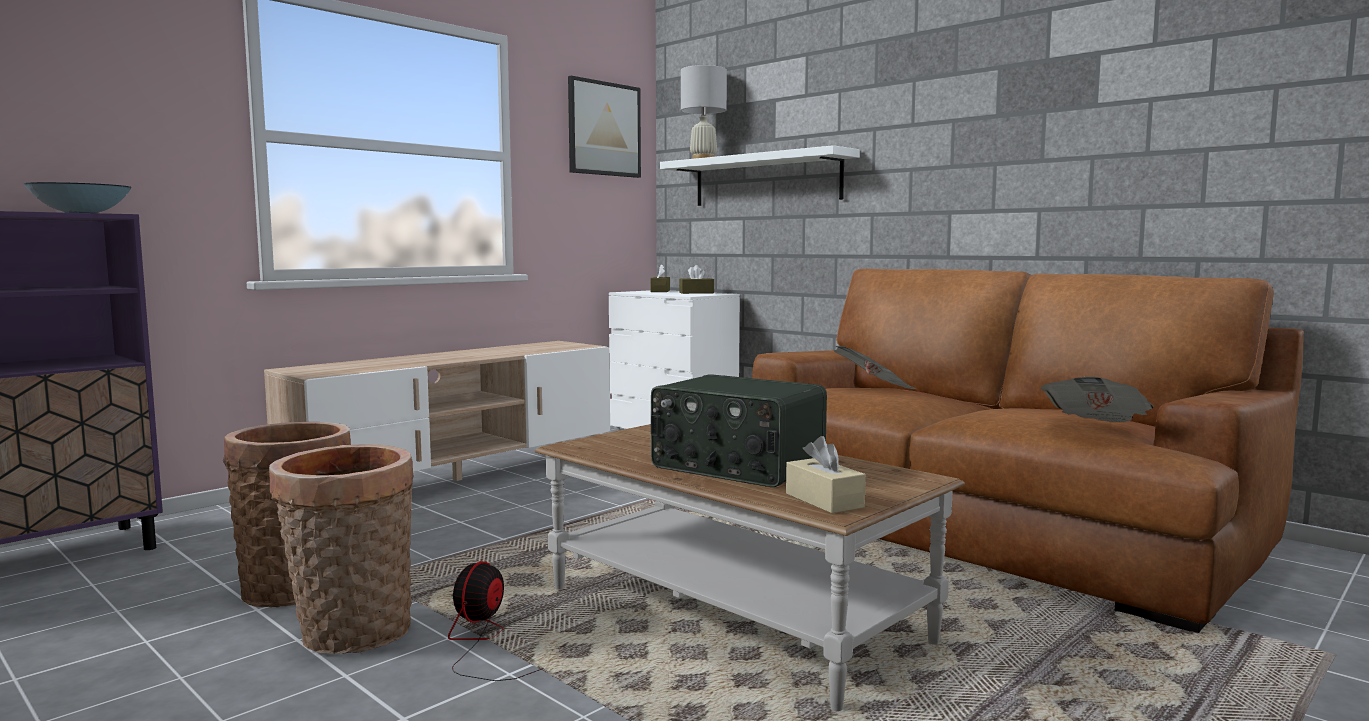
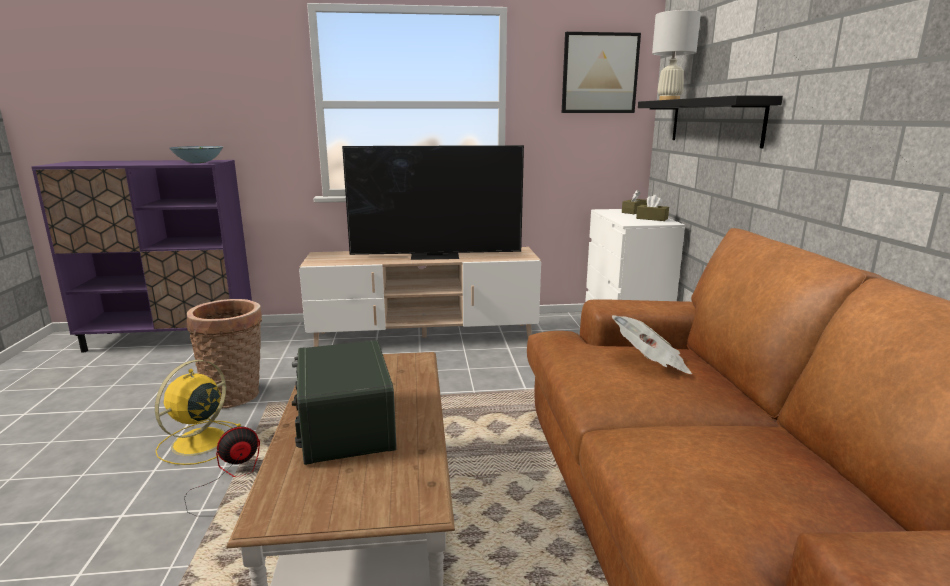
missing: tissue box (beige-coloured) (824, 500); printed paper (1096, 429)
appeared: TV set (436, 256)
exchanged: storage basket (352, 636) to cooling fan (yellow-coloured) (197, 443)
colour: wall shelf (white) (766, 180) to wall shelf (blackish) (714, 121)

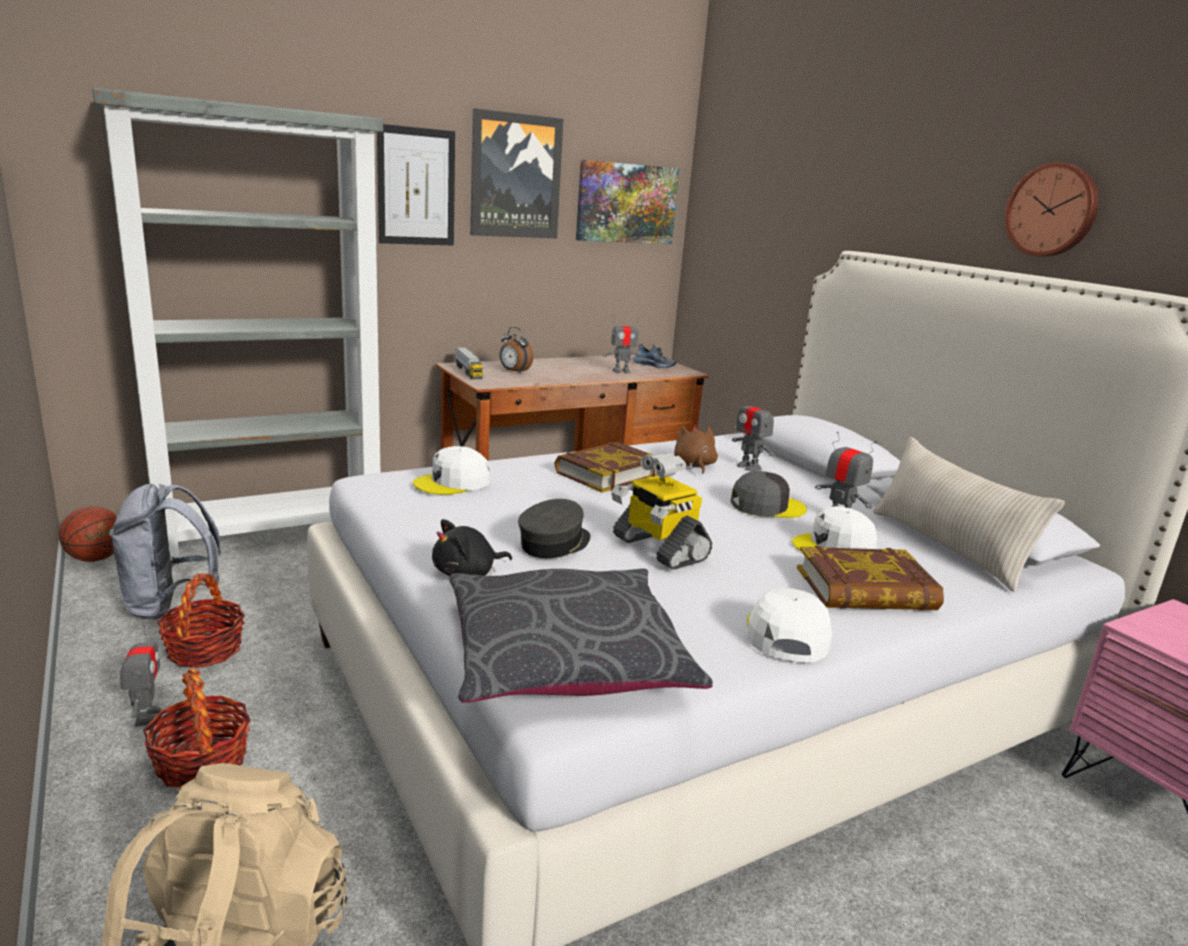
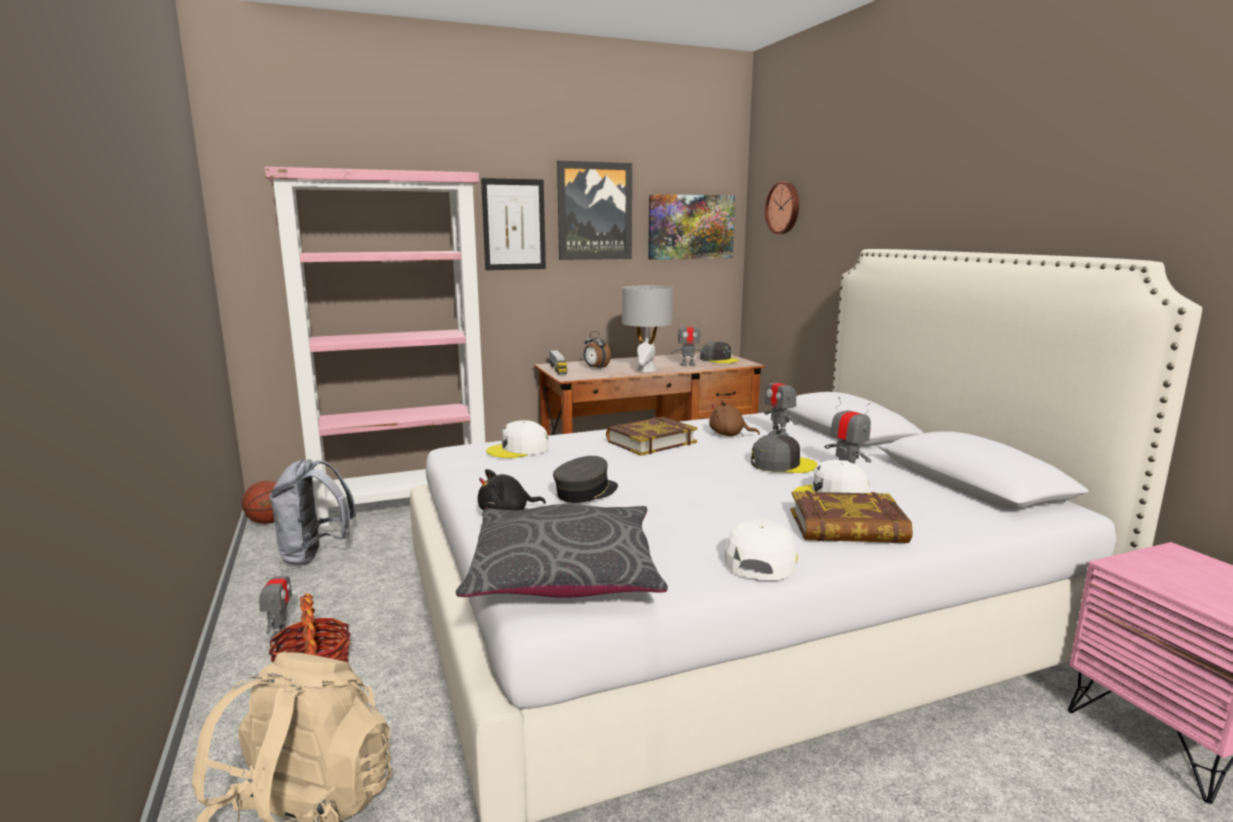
missing: storage basket (204, 650); toy robot (658, 548); pillow (beige-coloured) (947, 547)
appeared: table lamp (gray) (646, 370)
relocated: hanging clock (1053, 210) to (784, 208)
exchanged: item of footwear (654, 365) to peaked cap (gray) (719, 359)
colour: shelving unit (gray) (273, 535) to shelving unit (pink-coloured) (403, 505)
spun: soft toy (brownish) (694, 465) = (729, 435) 75 degrees counterclockwise

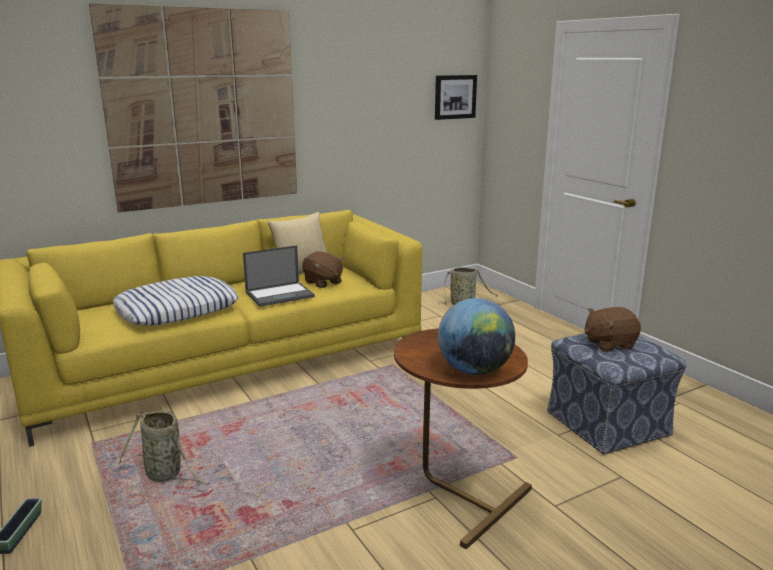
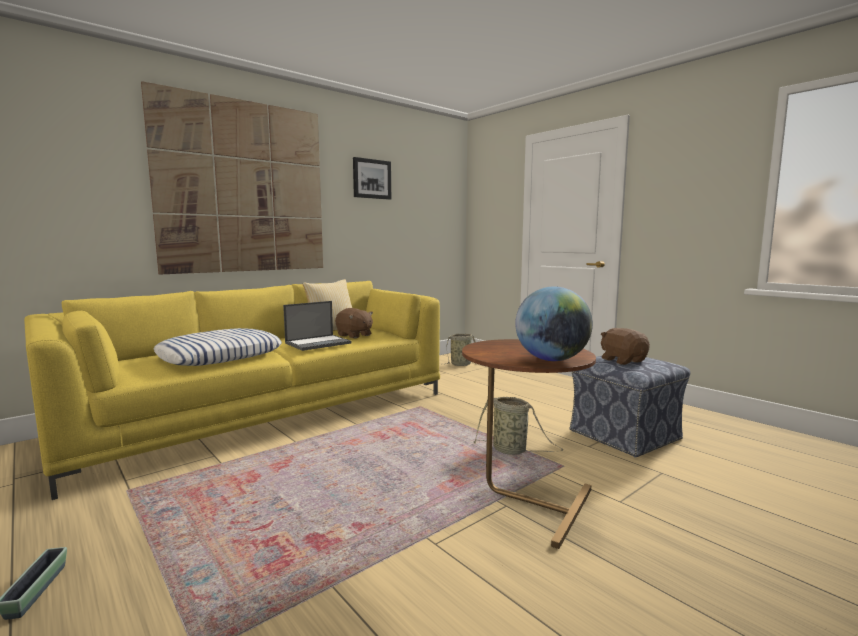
relocated: storage basket (166, 474) to (512, 450); picture (455, 97) to (371, 179)
spun: soft toy (brownish) (609, 344) = (623, 360) 90 degrees clockwise

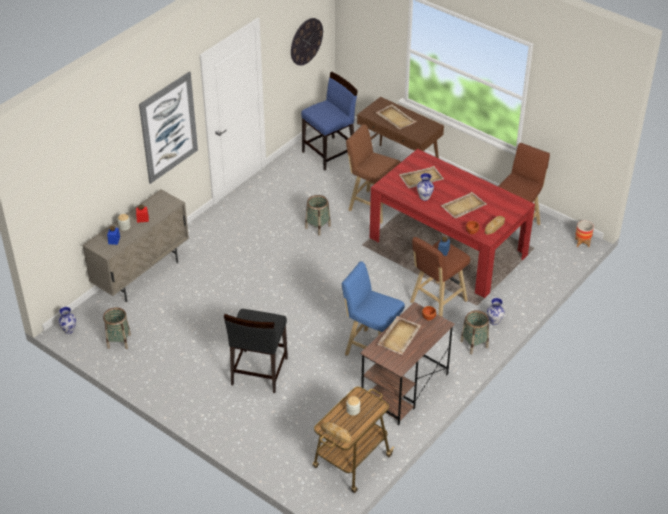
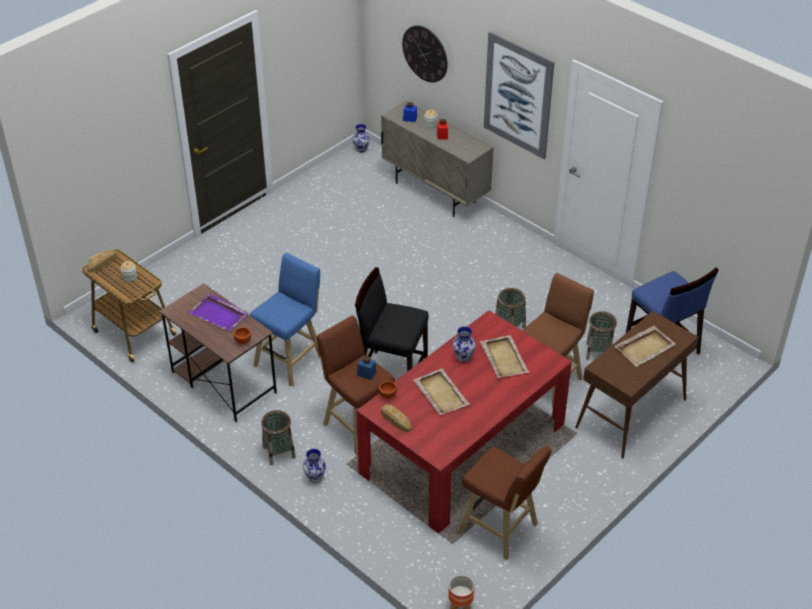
relocated: storage basket (118, 341) to (598, 352); upright chair (blackish) (258, 371) to (392, 374); hanging clock (306, 41) to (425, 53)
colour: serving tray (beige-coloured) (399, 336) to serving tray (purple) (219, 314)

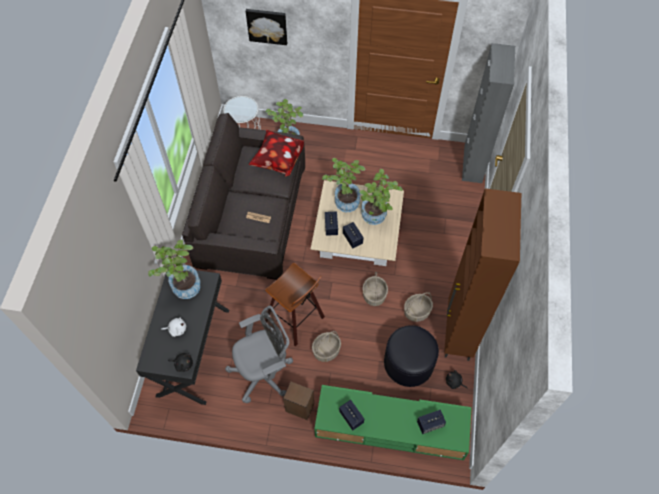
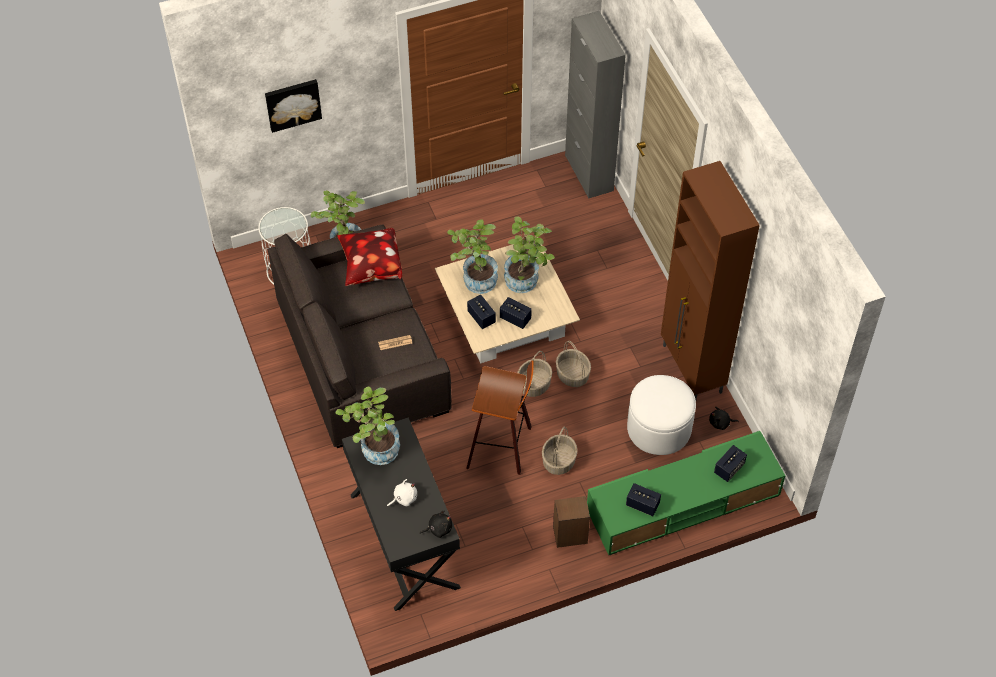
missing: office chair (gray) (264, 373)
relocated: storage basket (416, 312) to (534, 385)
colour: ottoman (blackish) (408, 363) to ottoman (white) (659, 428)

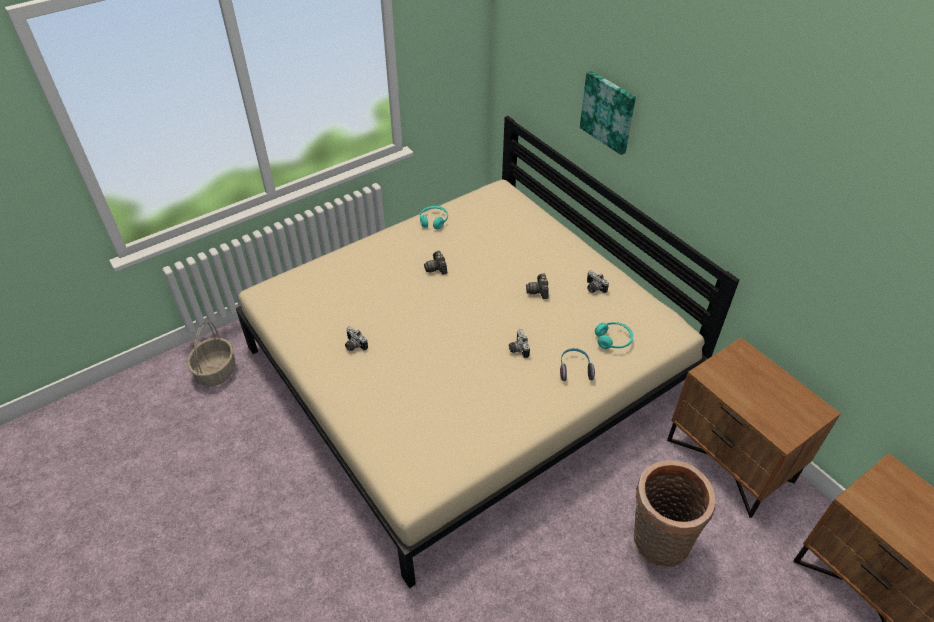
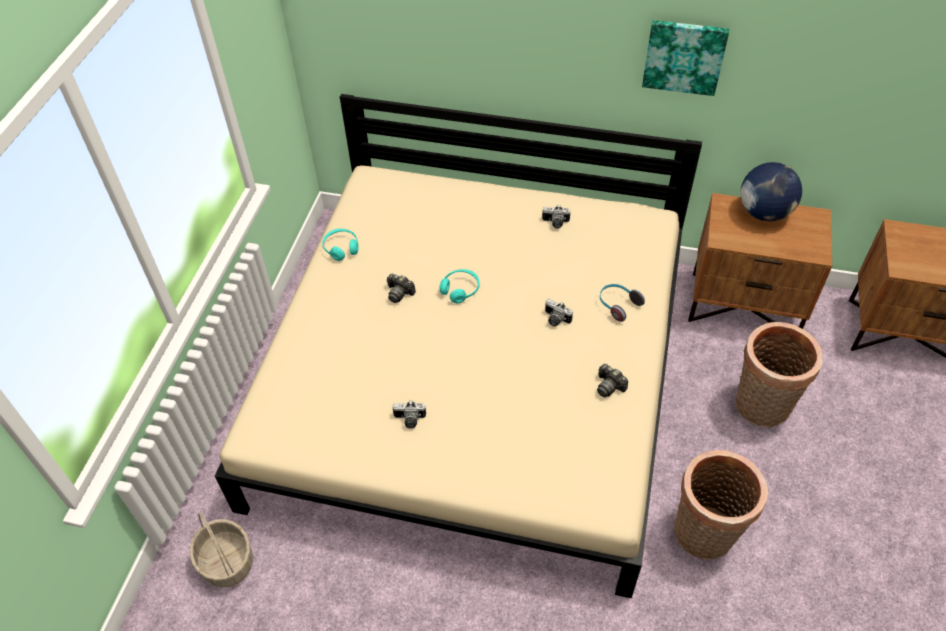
appeared: storage basket (704, 536); world globe (764, 212)
relocated: photo camera (538, 291) to (609, 386); picture (608, 111) to (684, 56); headphones (turquoise-coloured) (613, 340) to (460, 289)

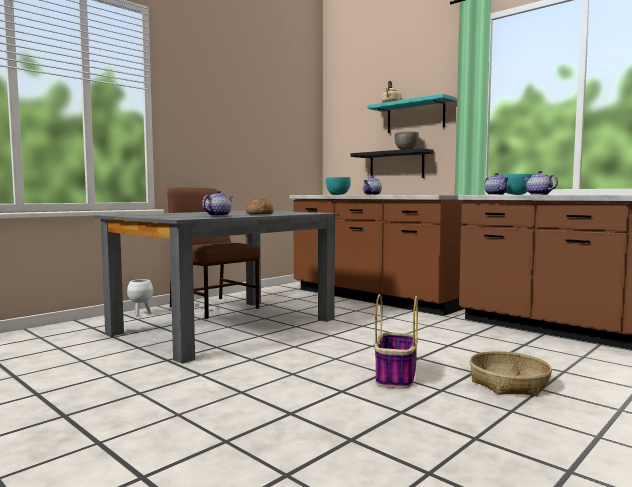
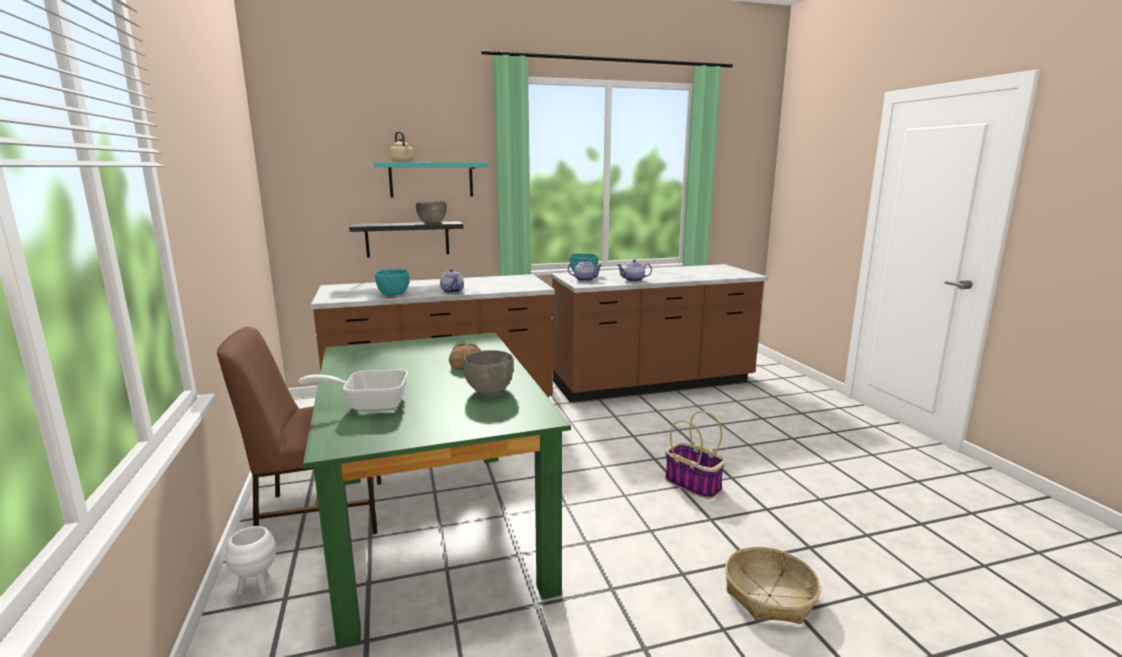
appeared: frying pan (369, 404)
relocated: storage basket (509, 383) to (769, 595)
exchanged: tea pot (218, 215) to serving bowl (gray) (489, 390)
colour: dining table (gray) (226, 325) to dining table (greenish) (434, 526)

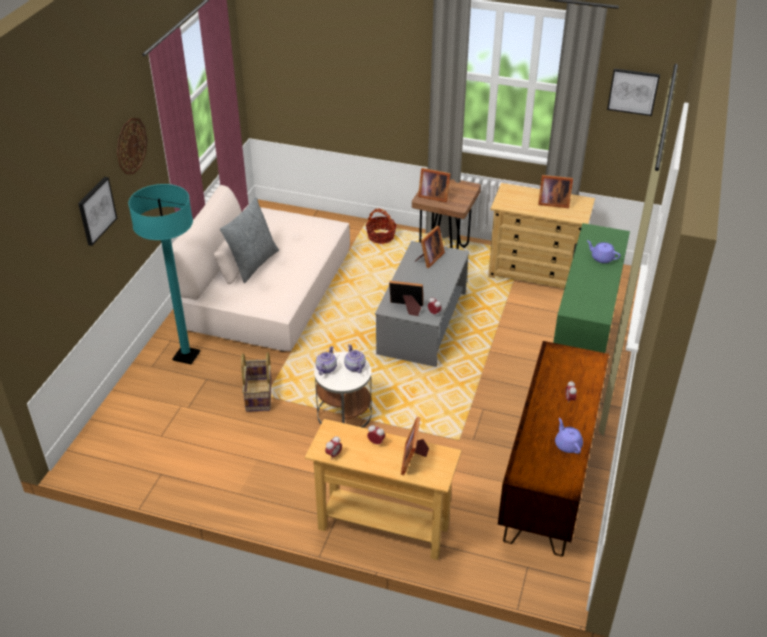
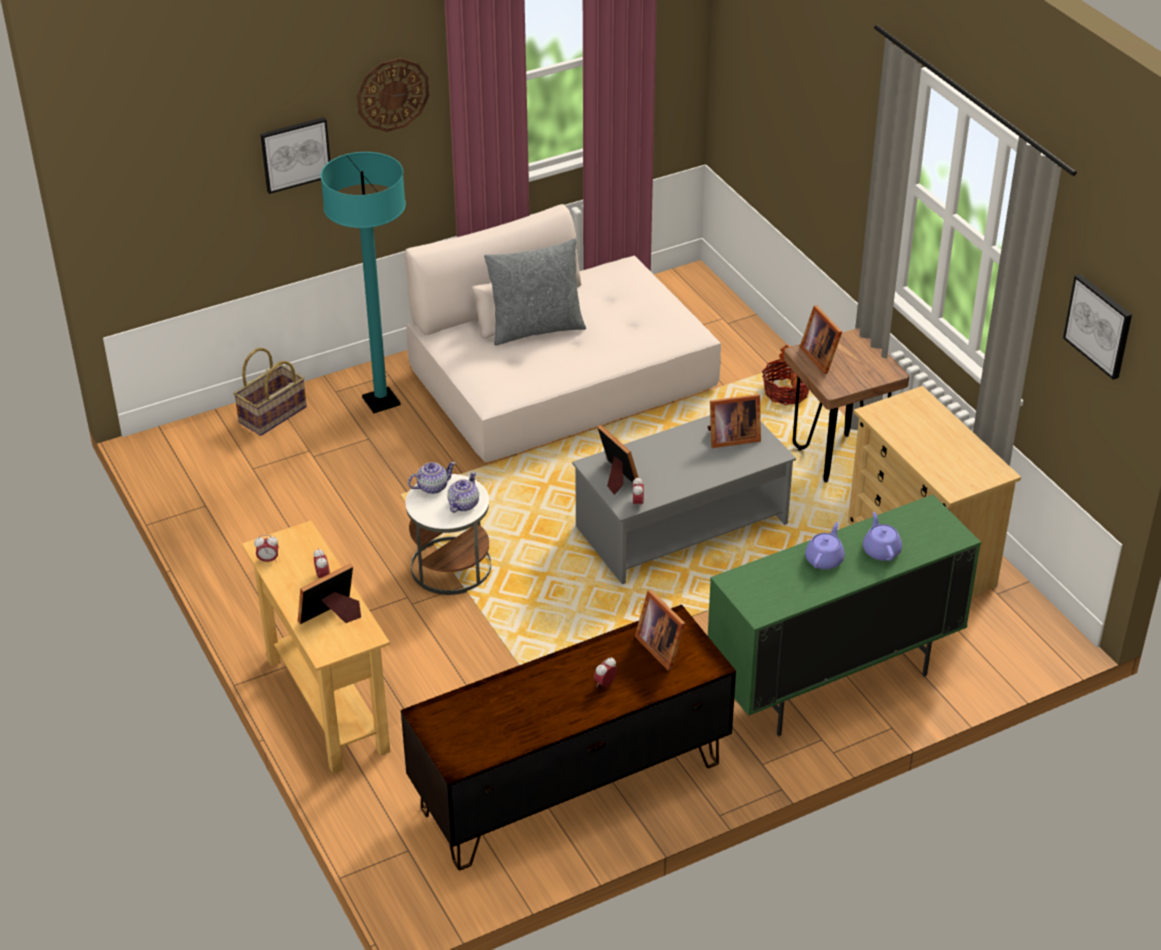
relocated: storage basket (259, 395) to (273, 415); picture frame (552, 202) to (661, 647); tea pot (purple) (567, 445) to (824, 559)

